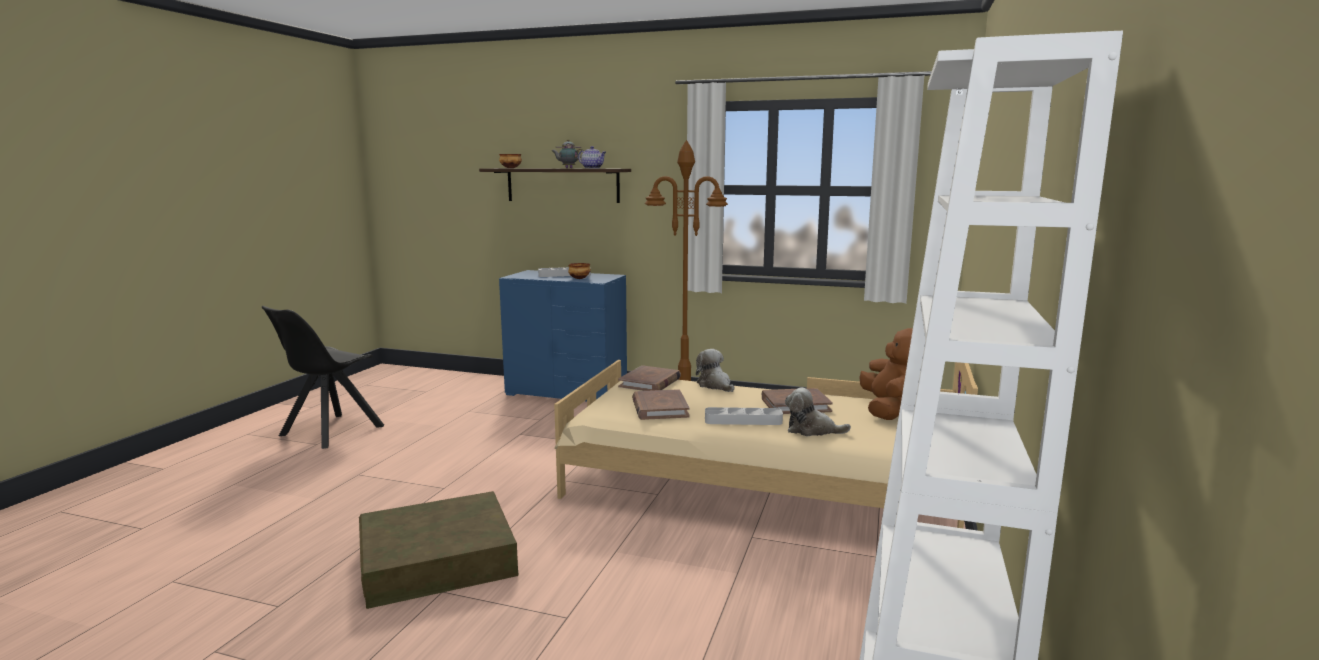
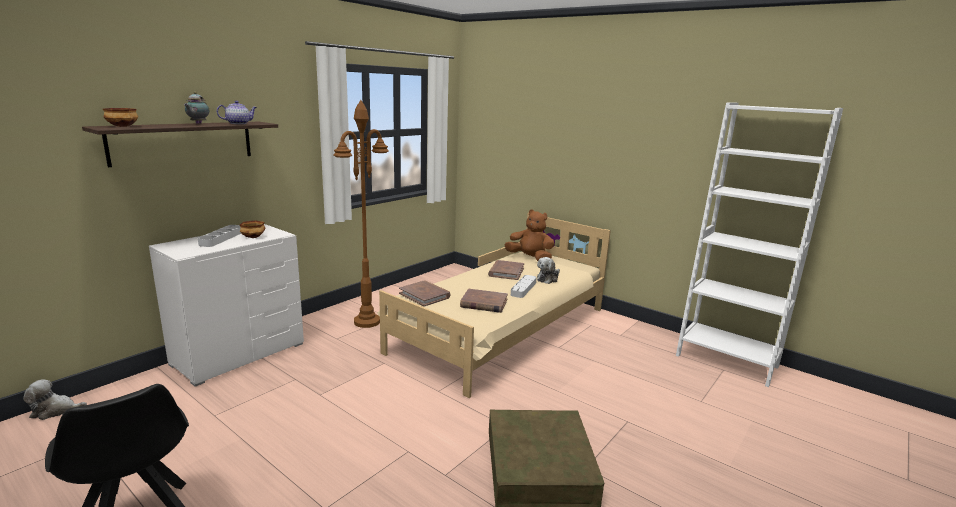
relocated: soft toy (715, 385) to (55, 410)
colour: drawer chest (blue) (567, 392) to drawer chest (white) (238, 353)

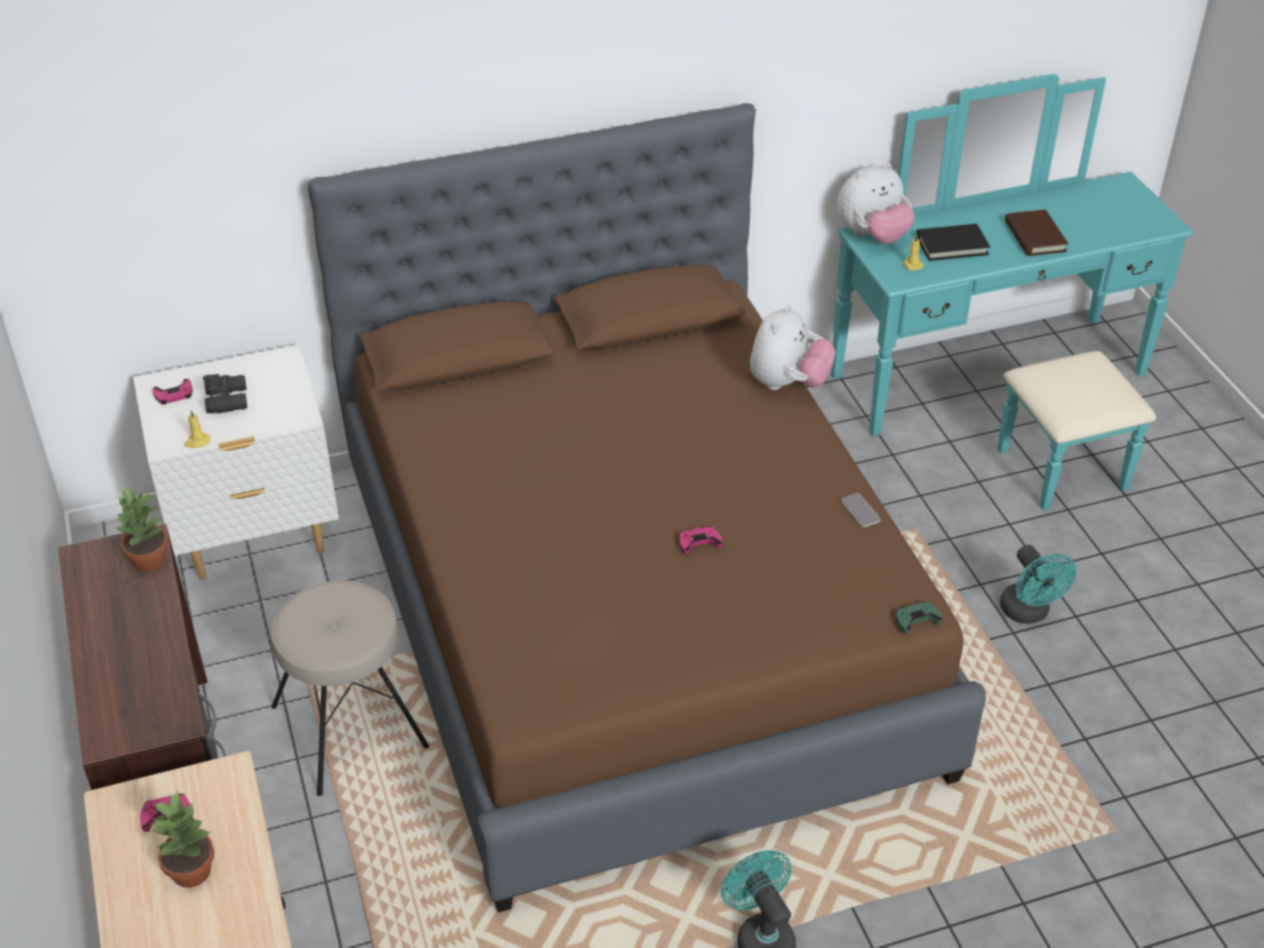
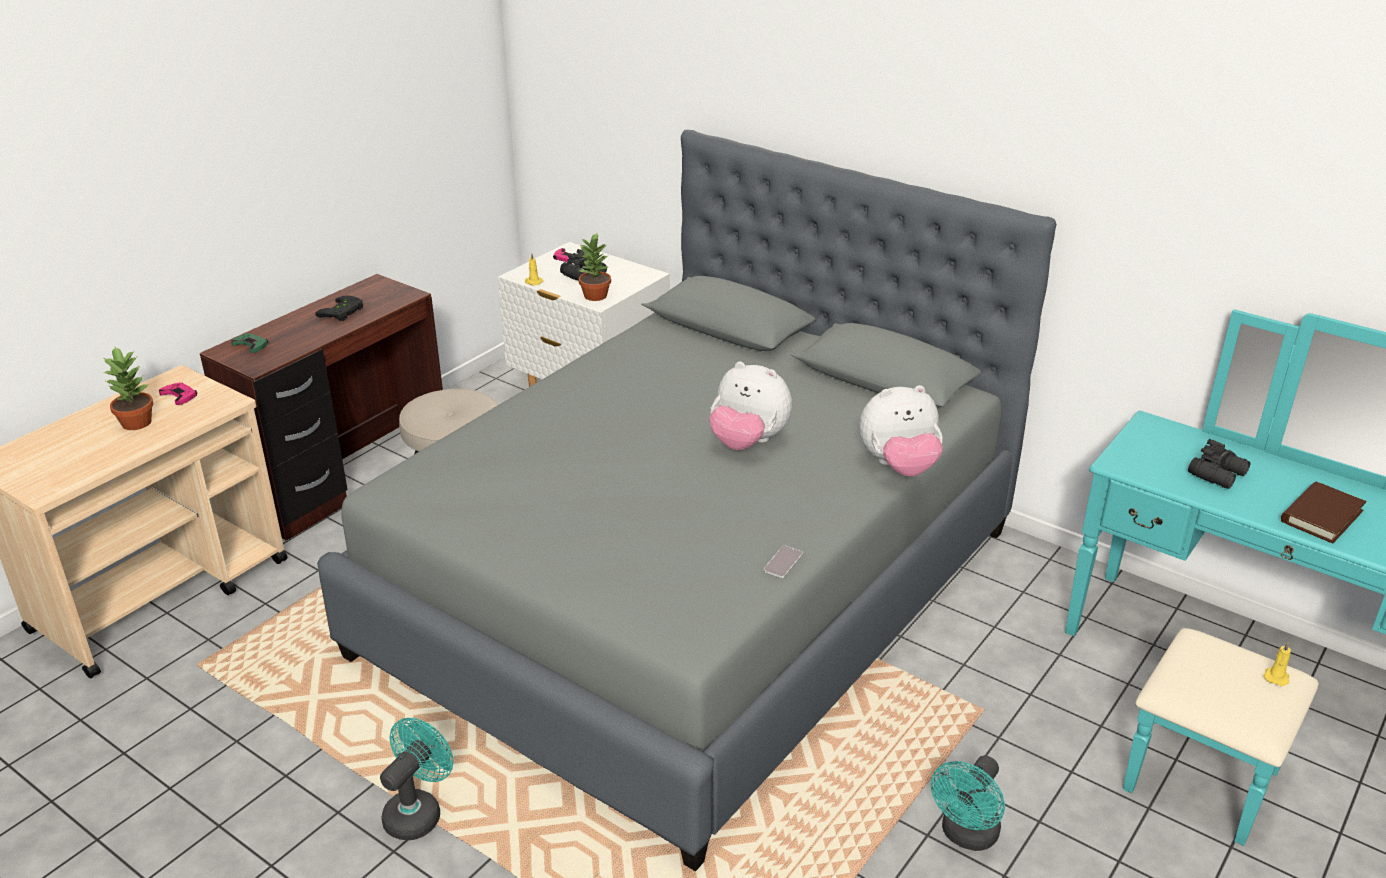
missing: gamepad (pink-coloured) (699, 542)
appeared: gamepad (blackish) (343, 312)
relocated: houseplant (149, 560) to (595, 296); soft toy (872, 236) to (748, 442); gamepad (greenish) (916, 619) to (251, 345); candle (yellow-coloured) (912, 265) to (1276, 677)
exchanged: book (blackish) (952, 245) to binoculars (blackish) (1219, 474)
colour: sleeping bed (brownish) (632, 614) to sleeping bed (gray) (694, 591)

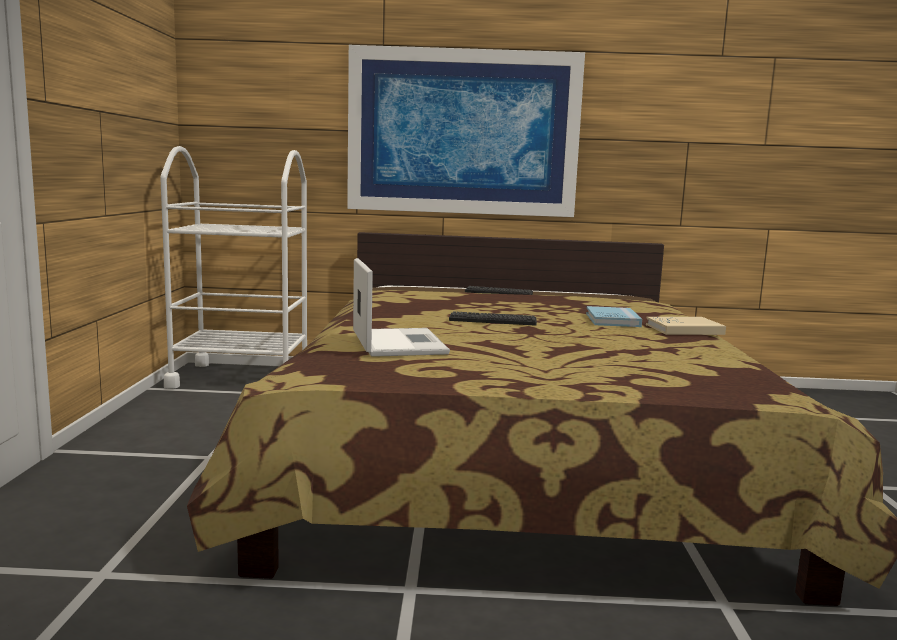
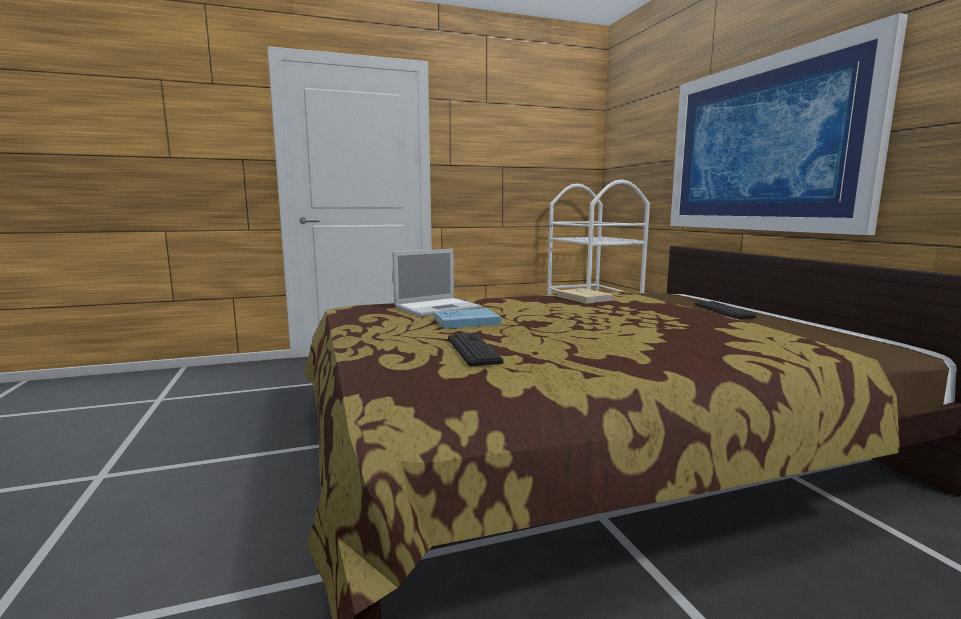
relocated: PC keyboard (492, 320) to (473, 350); book (blue) (612, 320) to (466, 322); book (beige-coloured) (684, 329) to (584, 298)

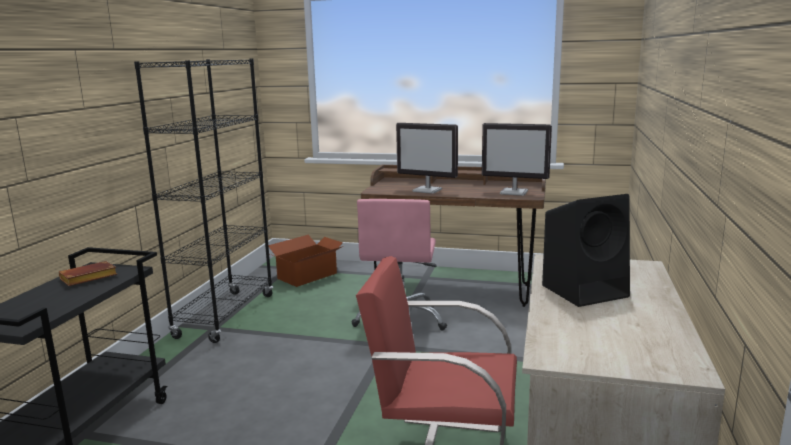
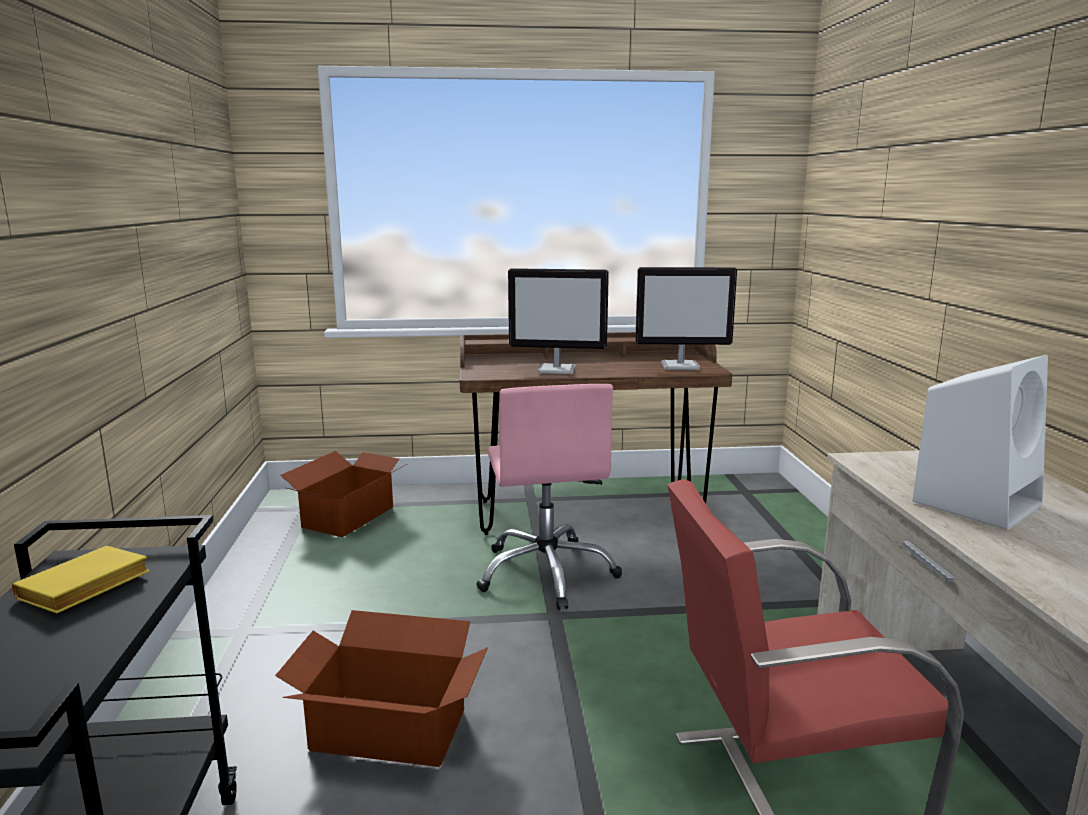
missing: shelving unit (blackish) (225, 316)
appeared: cardboard box (388, 728)
colour: book (brownish) (87, 279) to book (yellow-coloured) (83, 590); loudspeaker (blackish) (586, 290) to loudspeaker (white) (977, 502)

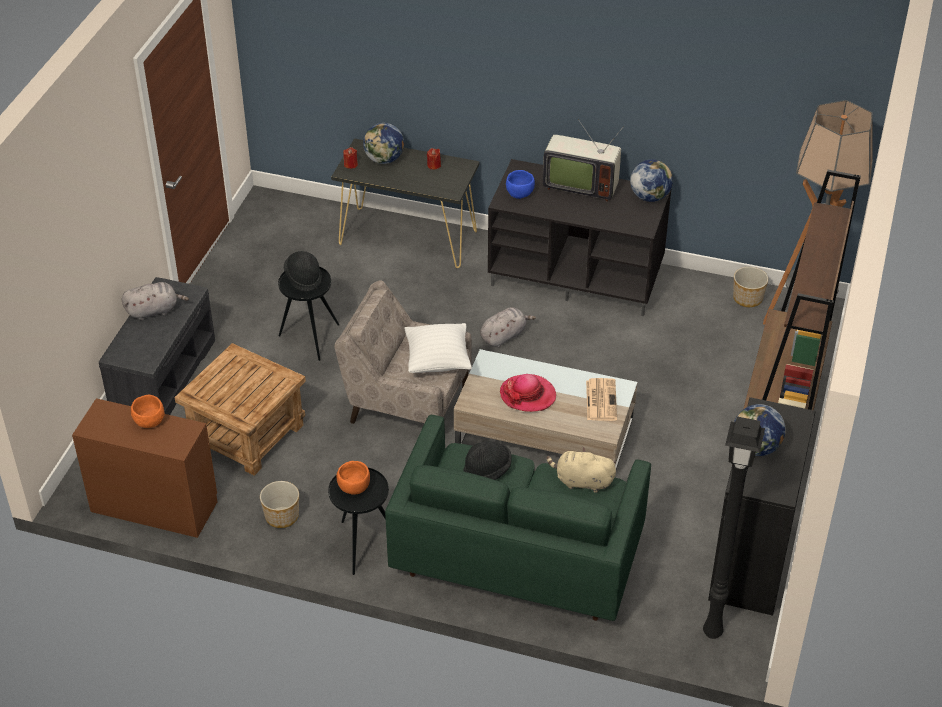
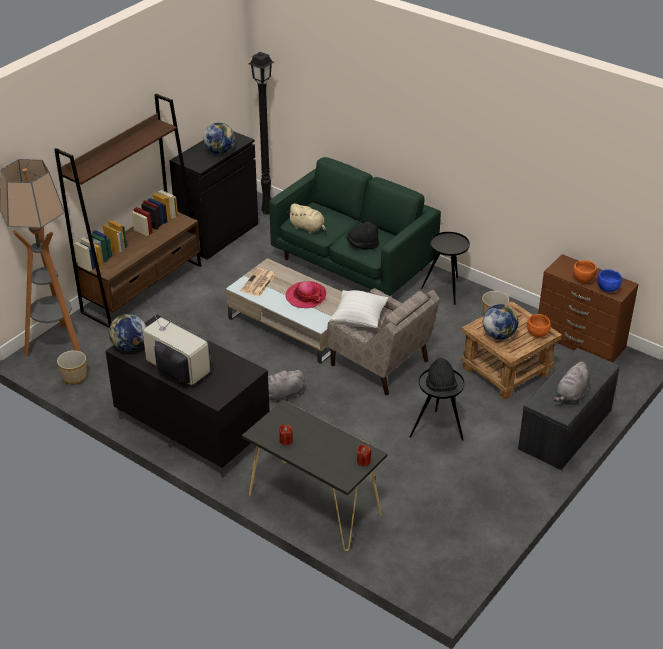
relocated: serving bowl (orange-coloured) (355, 487) to (537, 333); world globe (384, 159) to (498, 335); serving bowl (blue) (520, 193) to (607, 289)
spun: soft toy (gray) (154, 311) = (571, 394) 60 degrees counterclockwise

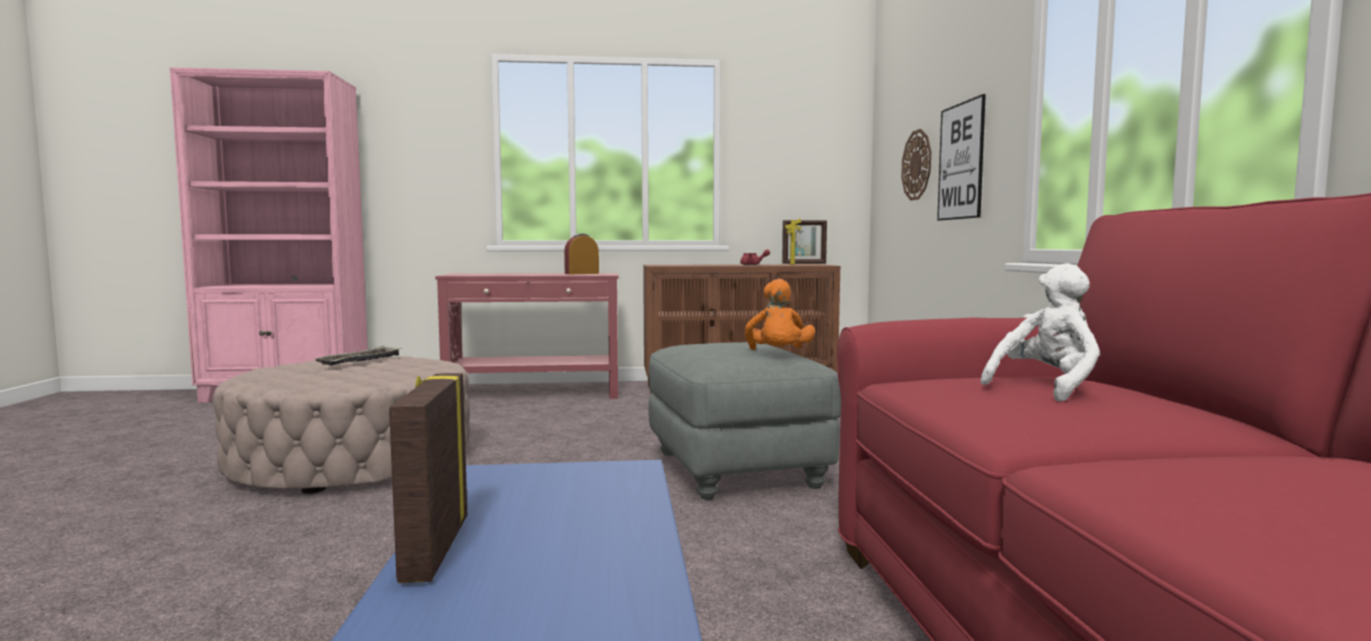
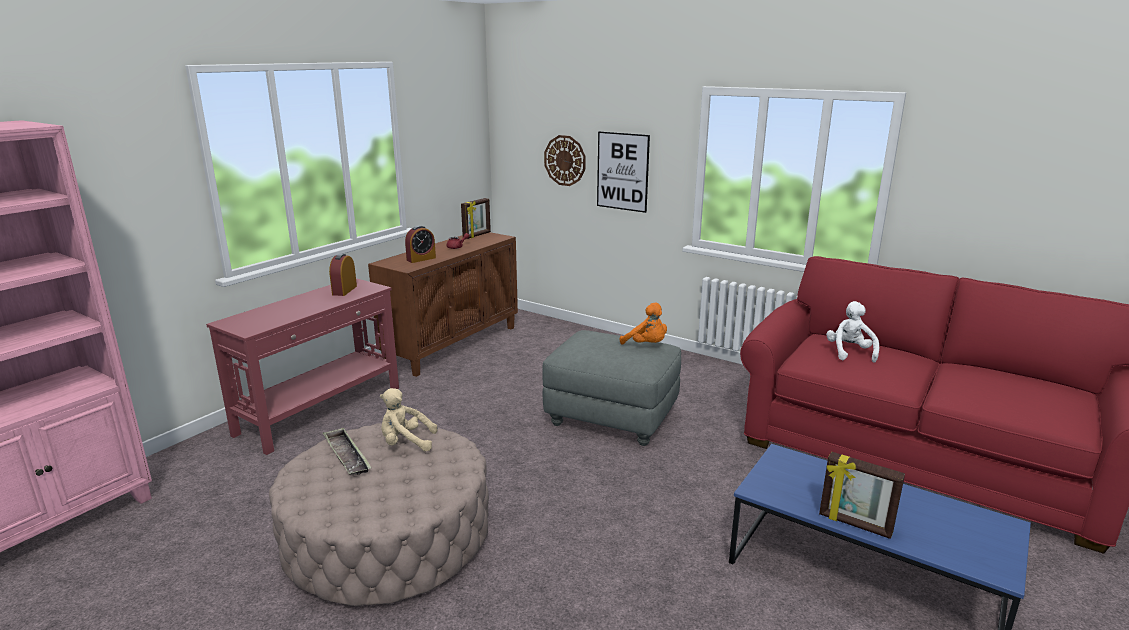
appeared: soft toy (beige-coloured) (406, 443); bedside clock (421, 259)

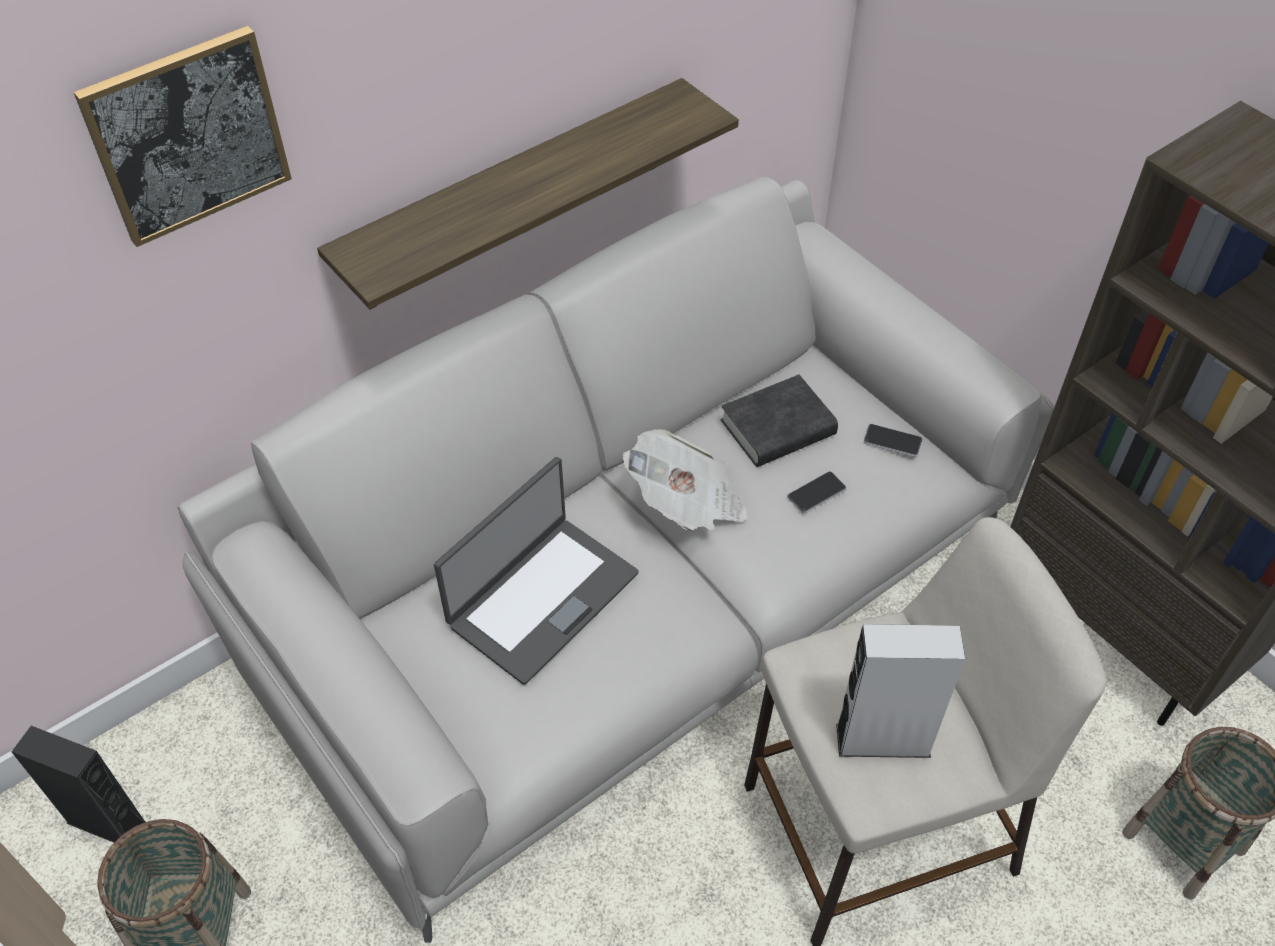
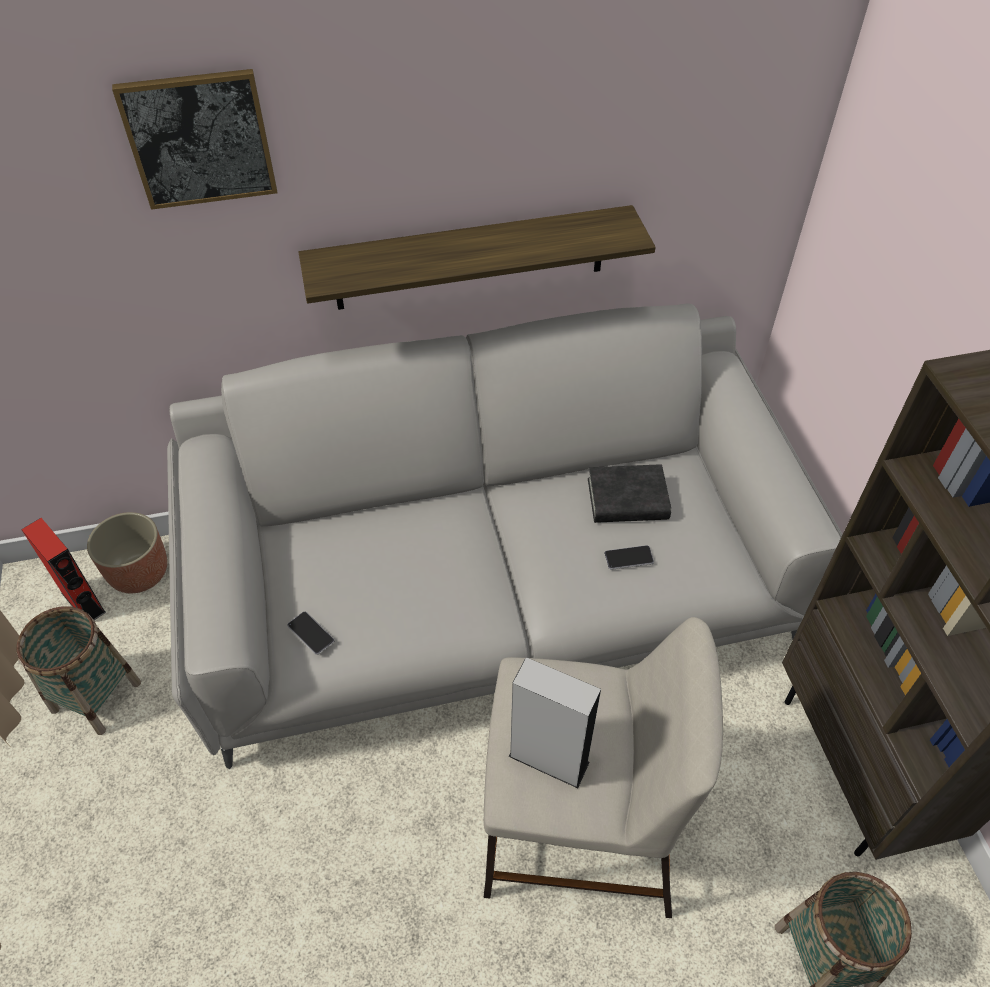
missing: notebook computer (541, 598); printed paper (687, 503)
appeared: flower pot (140, 572)
relocated: telephone (892, 441) to (311, 633)
colour: loudspeaker (blackish) (107, 823) to loudspeaker (reddish) (83, 602)

